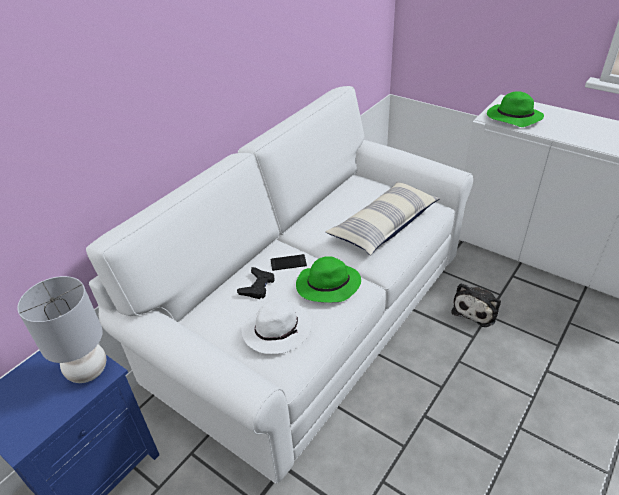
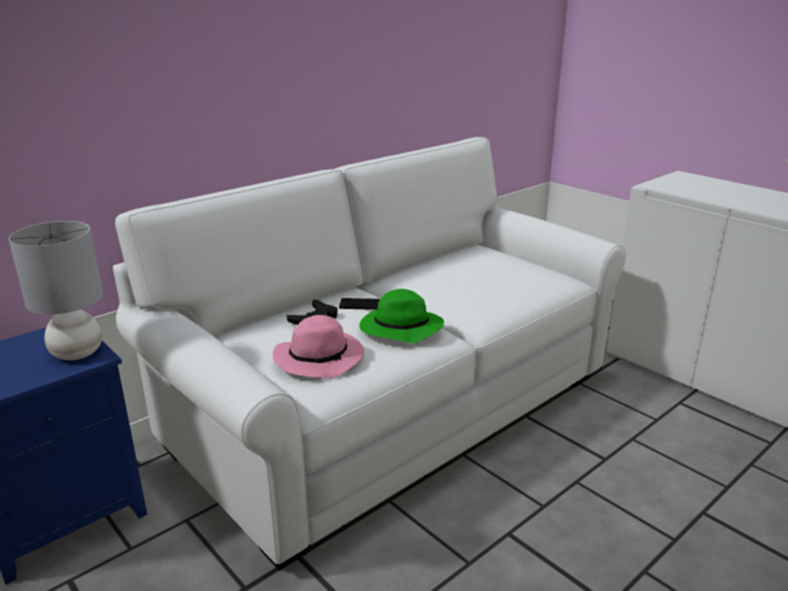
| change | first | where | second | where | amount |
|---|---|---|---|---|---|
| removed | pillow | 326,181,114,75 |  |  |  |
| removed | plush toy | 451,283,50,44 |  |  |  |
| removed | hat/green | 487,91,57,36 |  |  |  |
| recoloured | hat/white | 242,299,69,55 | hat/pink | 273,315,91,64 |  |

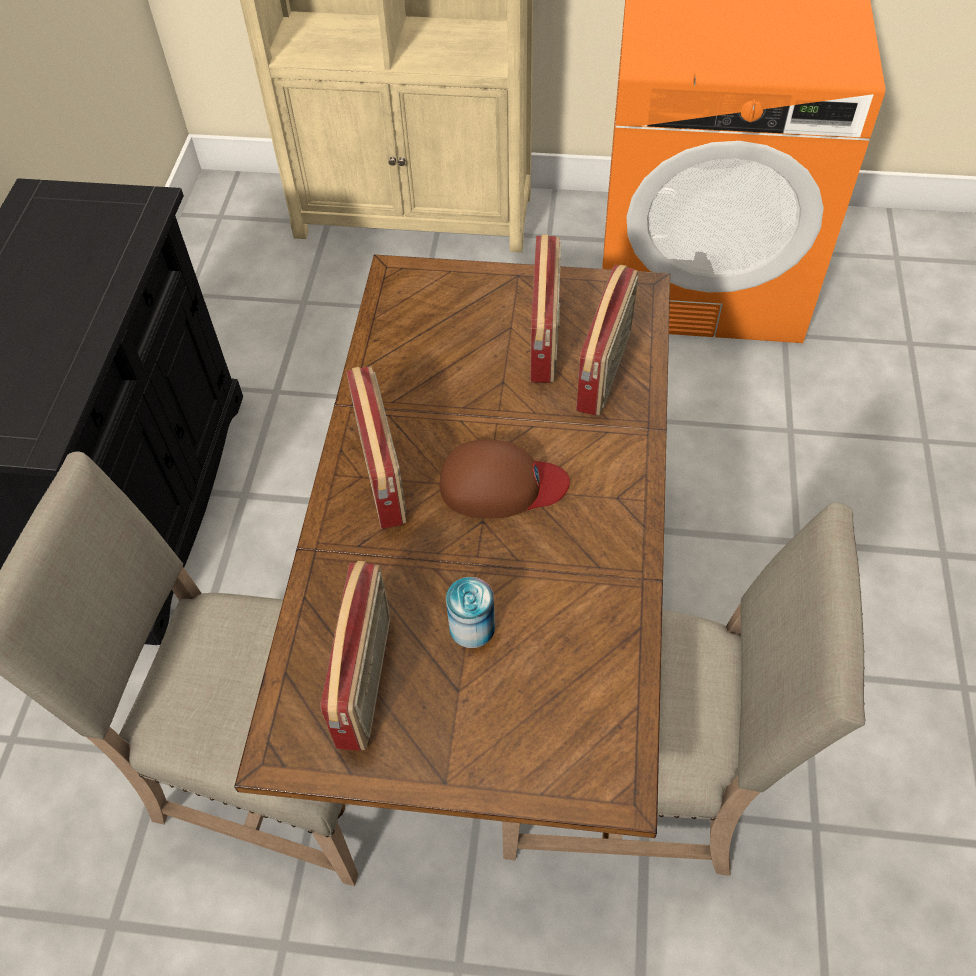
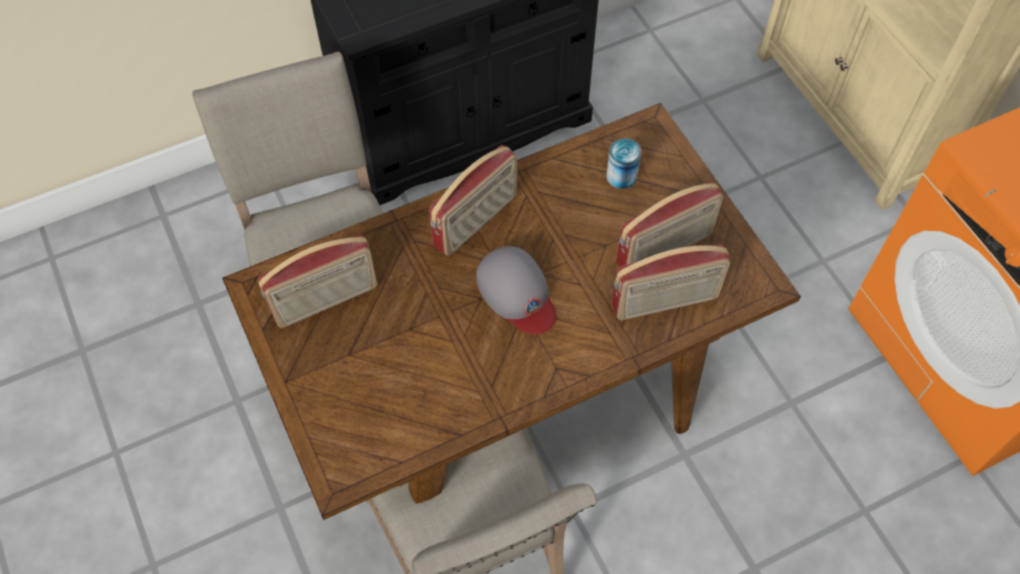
| change | first | where | second | where | amount |
|---|---|---|---|---|---|
| moved | can | 446,577,49,71 |  | 606,139,35,50 |  |
| recoloured | cap/brown | 440,440,130,78 | cap/grey | 476,246,80,88 |  |

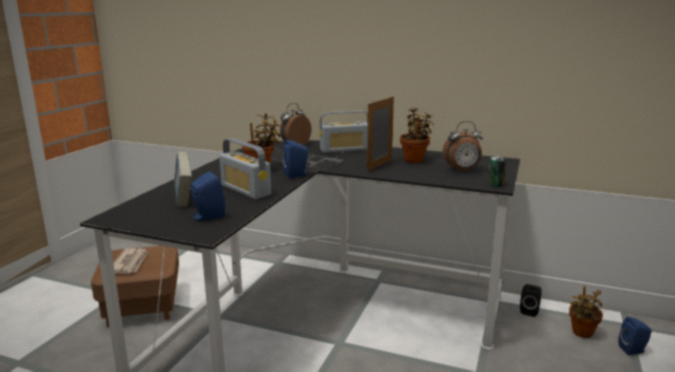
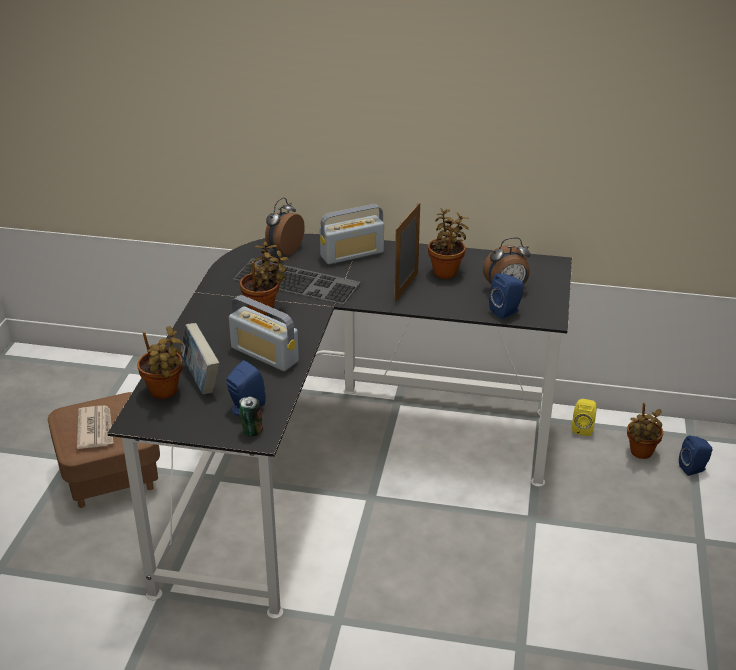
| change | first | where | second | where | amount |
|---|---|---|---|---|---|
| added |  |  | potted plant | 137,326,46,73 |  |
| moved | speaker/blue | 282,140,26,38 |  | 489,273,35,46 |  |
| moved | can | 489,156,17,31 |  | 239,396,24,40 |  |
| recoloured | speaker/black | 520,284,22,33 | speaker/yellow | 572,399,25,37 |  |

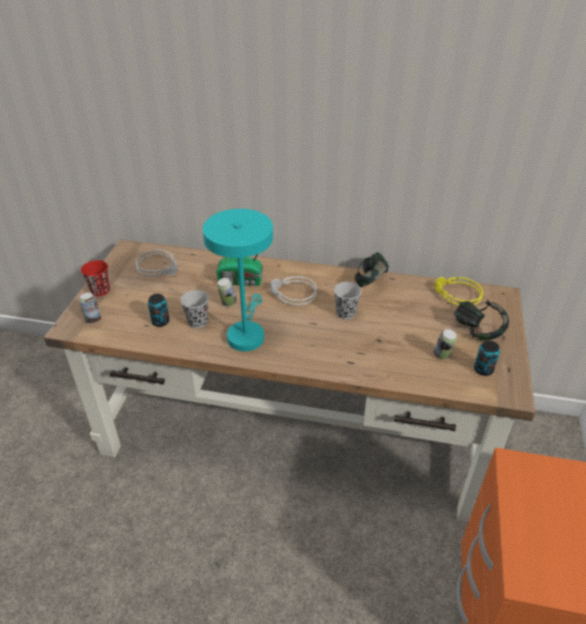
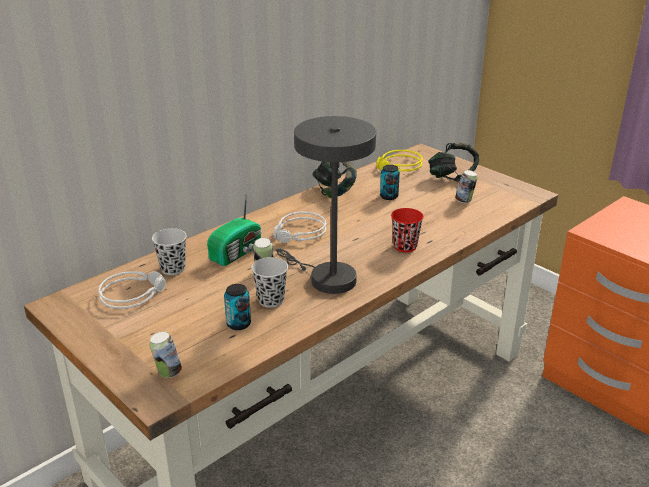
| change | first | where | second | where | amount |
|---|---|---|---|---|---|
| moved | cup/red | 81,260,29,36 |  | 391,208,33,44 |  |
| moved | cup/black | 334,282,27,38 |  | 152,228,35,47 |  |
| moved | can | 474,340,26,36 |  | 380,165,20,35 |  |
| recoloured | table lamp/turquoise | 203,209,70,142 | table lamp/grey | 276,116,100,178 |  |

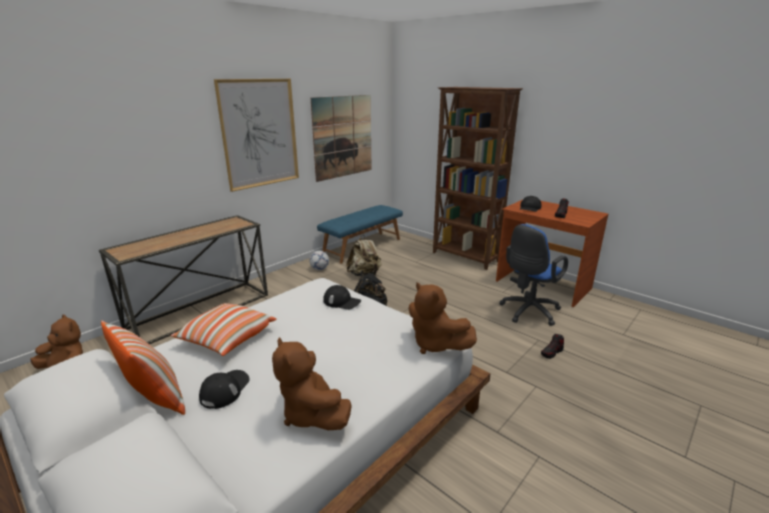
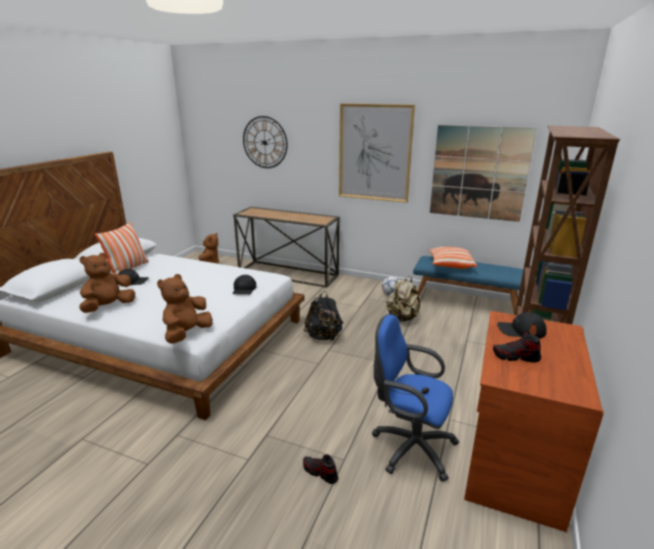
| change | first | where | second | where | amount |
|---|---|---|---|---|---|
| added |  |  | wall clock | 243,116,45,52 |  |
| moved | pillow | 170,303,106,53 |  | 429,247,48,22 |  |

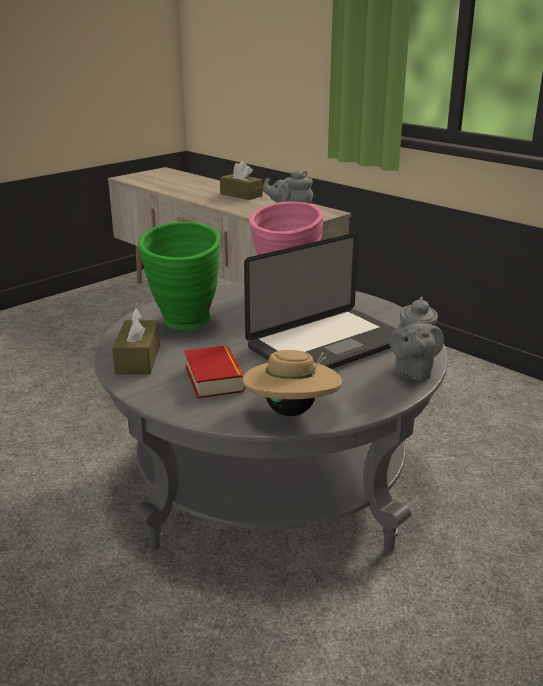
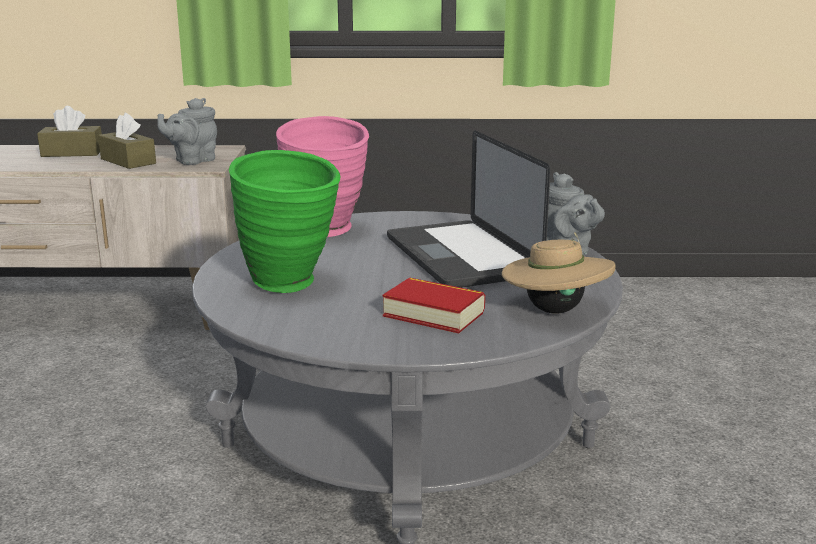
| change | first | where | second | where | amount |
|---|---|---|---|---|---|
| moved | tissue box/brown | 112,307,48,67 |  | 98,113,58,56 |  |
| turned | laptop | 244,233,153,136 |  | 387,130,164,158 | 150 degrees clockwise |

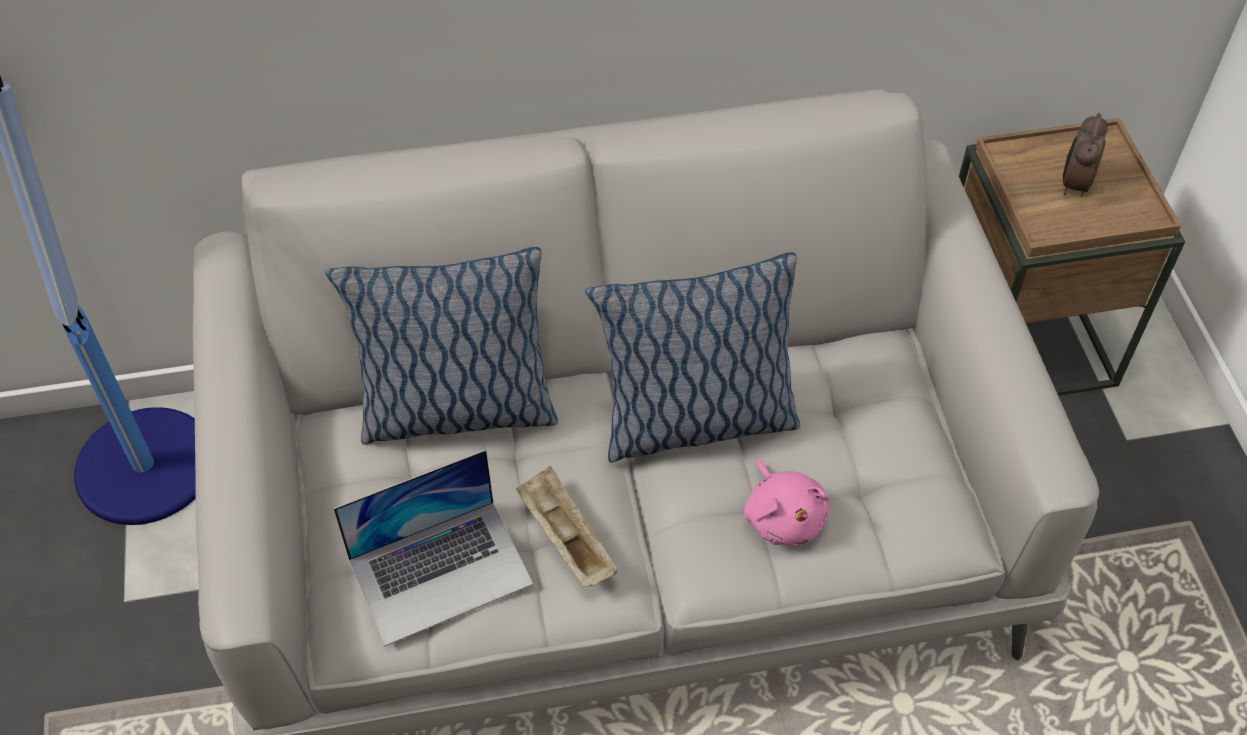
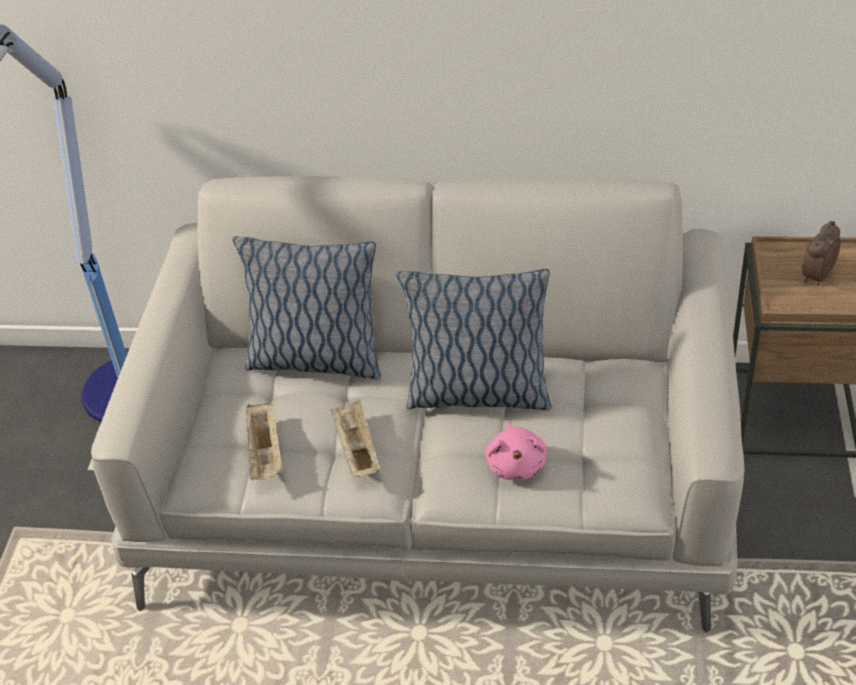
| change | first | where | second | where | amount |
|---|---|---|---|---|---|
| replaced | laptop | 334,450,199,196 | tray/beige | 246,402,36,78 |  |

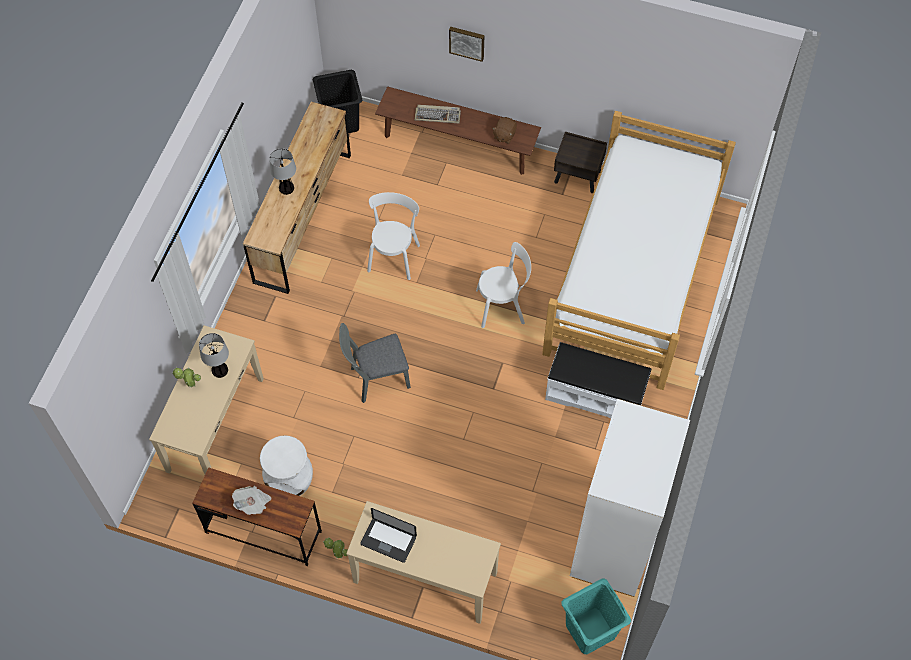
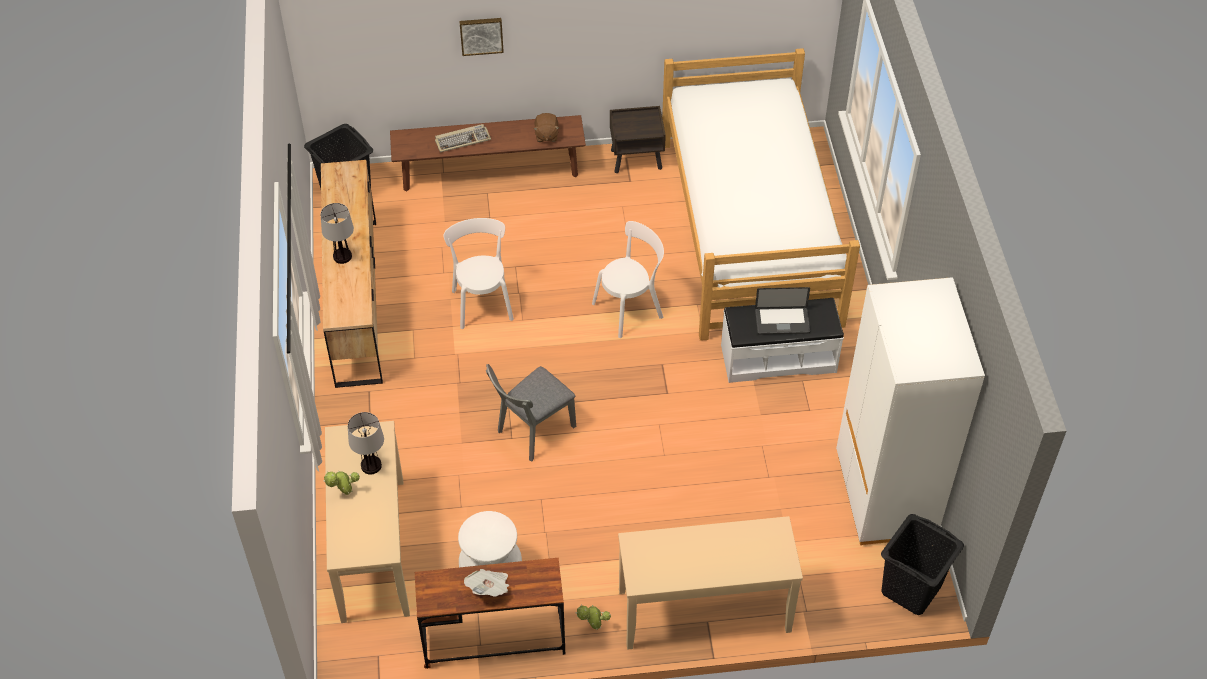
| change | first | where | second | where | amount |
|---|---|---|---|---|---|
| moved | laptop | 360,508,57,55 |  | 755,287,55,48 |  |
| recoloured | laundry basket/turquoise | 561,579,70,75 | laundry basket/black | 881,514,83,101 |  |

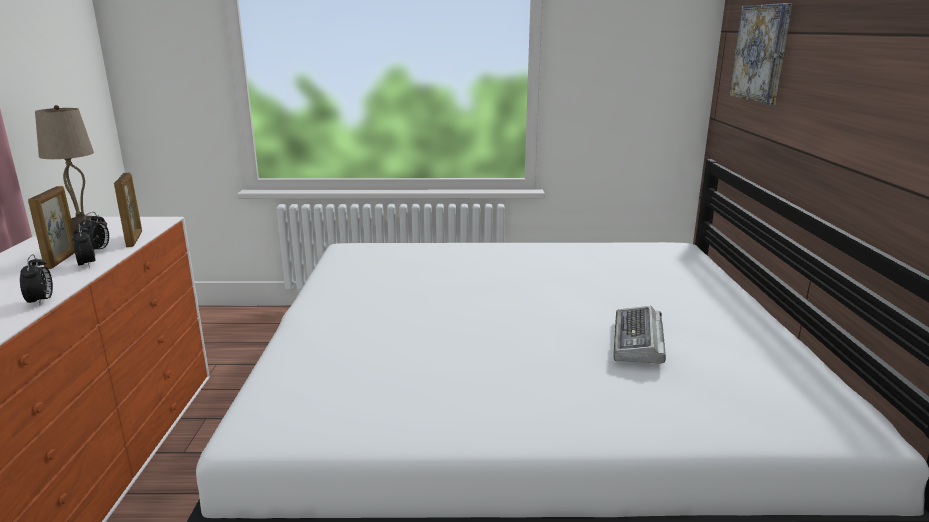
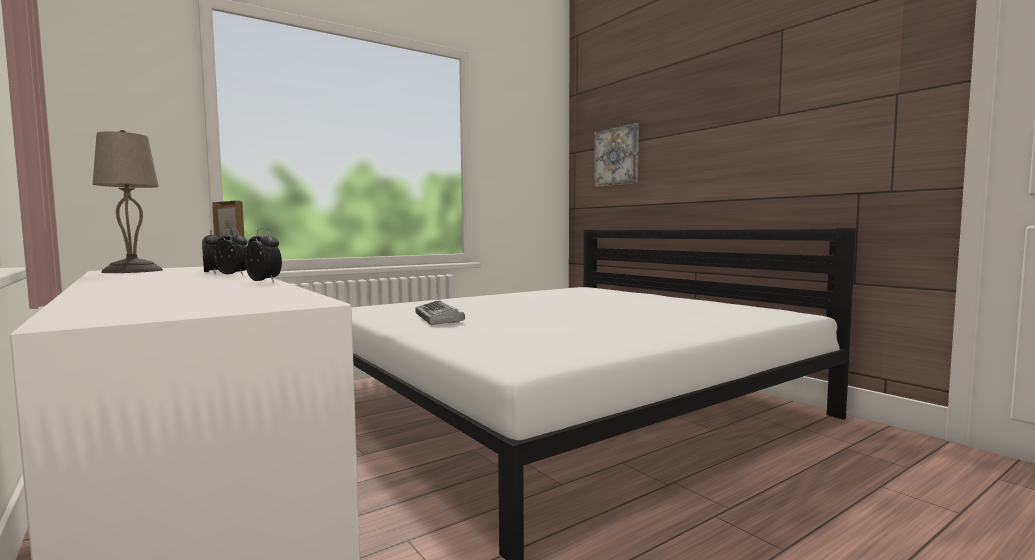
| change | first | where | second | where | amount |
|---|---|---|---|---|---|
| removed | picture frame | 28,186,47,83 |  |  |  |
| moved | keyboard | 613,306,53,57 |  | 415,300,50,25 |  |

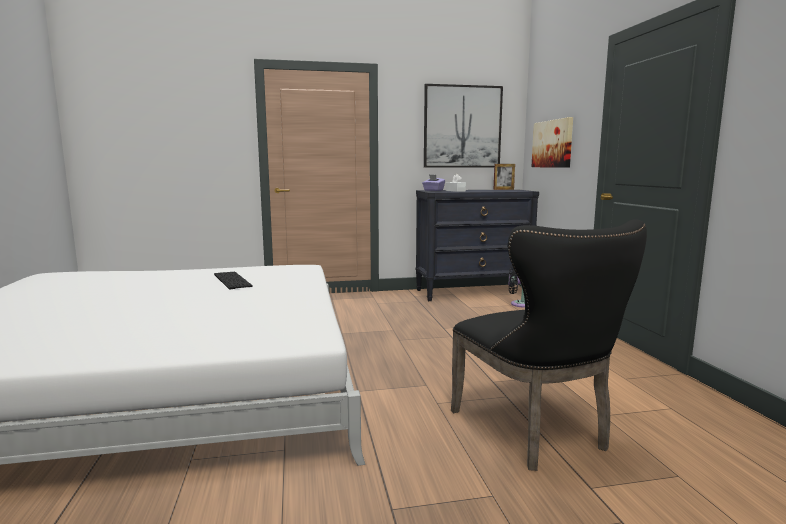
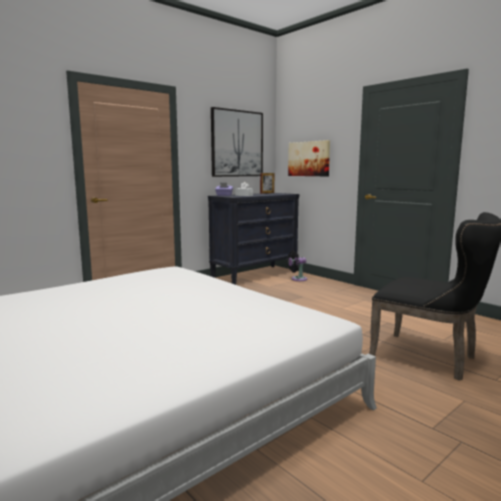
| change | first | where | second | where | amount |
|---|---|---|---|---|---|
| removed | keyboard | 214,272,39,17 |  |  |  |

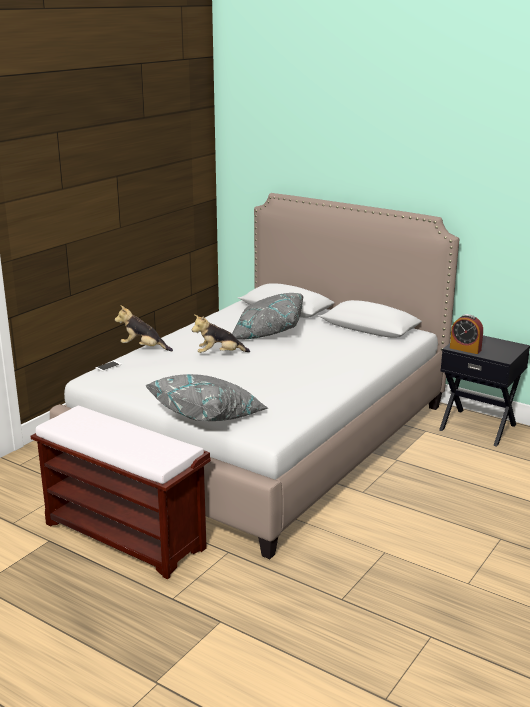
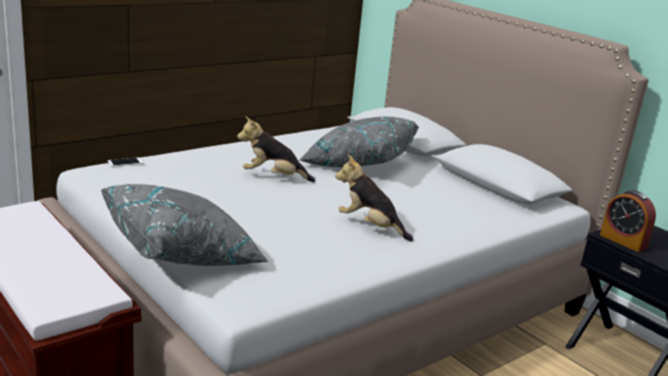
| change | first | where | second | where | amount |
|---|---|---|---|---|---|
| moved | plush toy | 115,305,58,46 |  | 335,155,78,87 |  |

